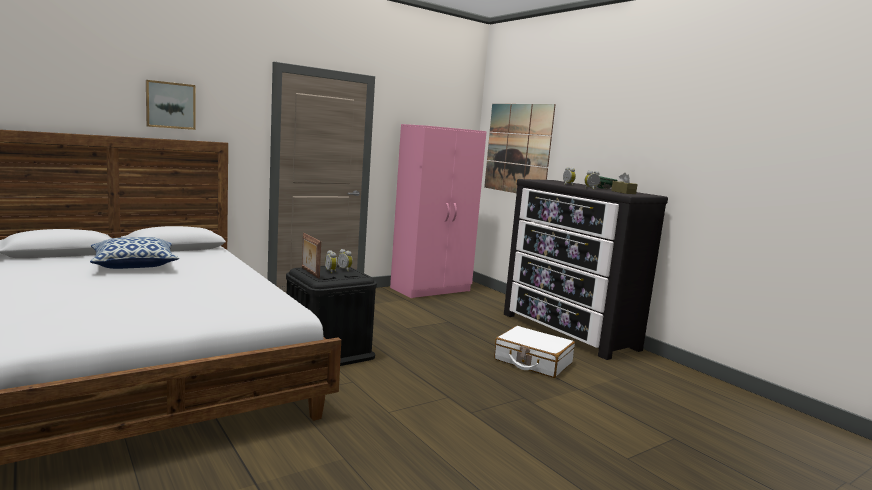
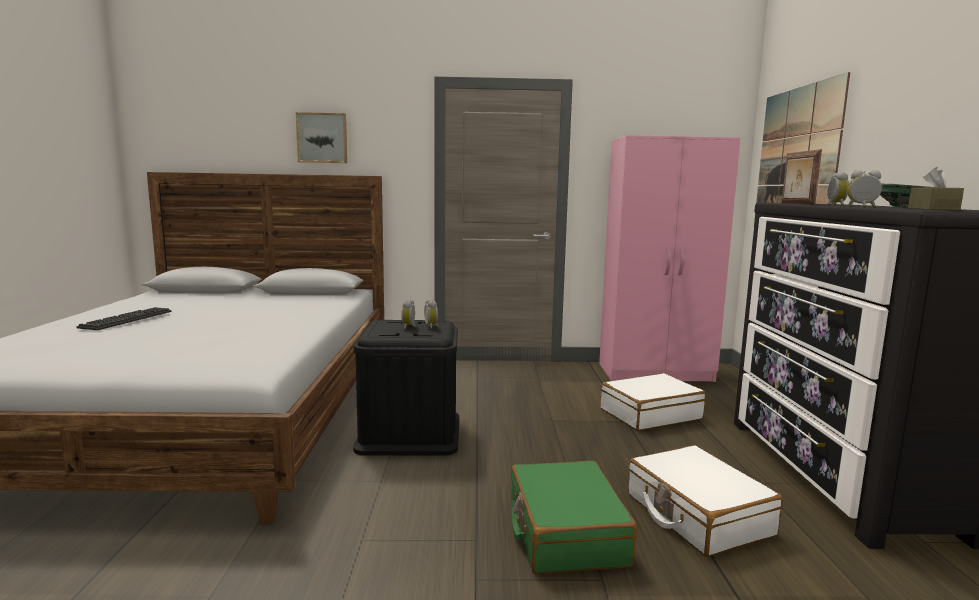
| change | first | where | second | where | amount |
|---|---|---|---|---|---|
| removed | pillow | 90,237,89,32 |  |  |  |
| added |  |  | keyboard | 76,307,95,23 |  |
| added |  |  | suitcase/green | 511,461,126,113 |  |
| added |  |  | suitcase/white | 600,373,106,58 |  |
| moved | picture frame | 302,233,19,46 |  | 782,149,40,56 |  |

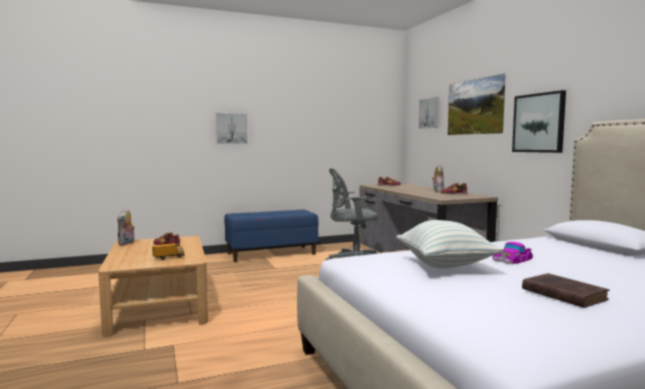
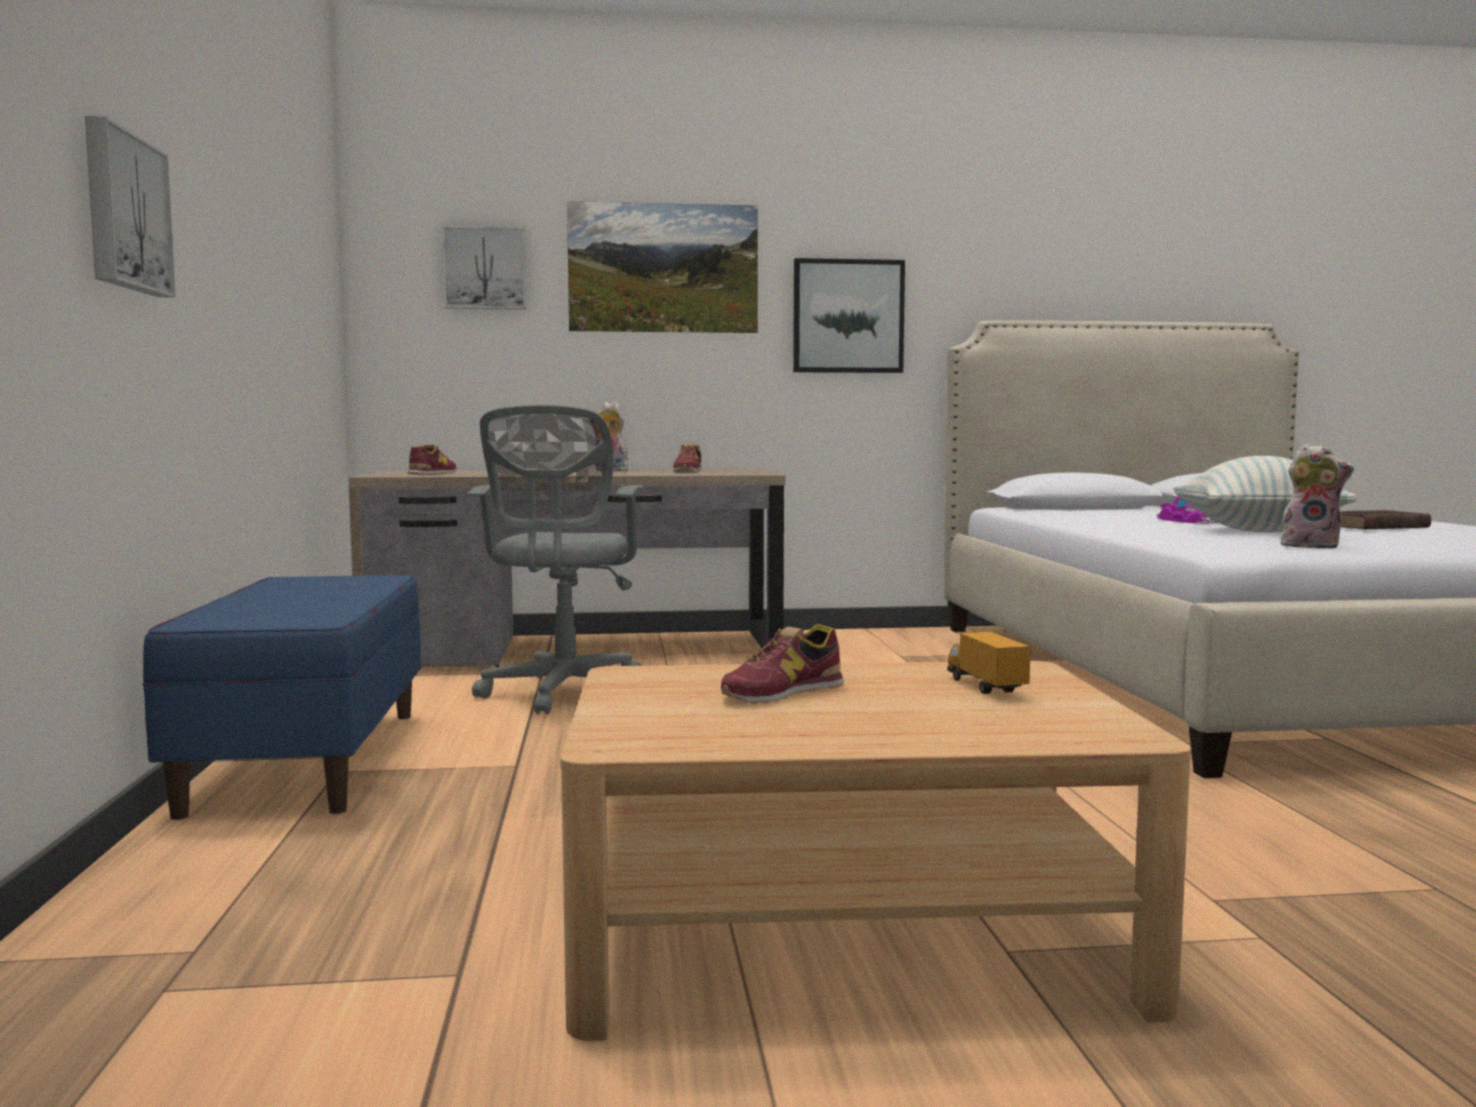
| change | first | where | second | where | amount |
|---|---|---|---|---|---|
| moved | plush toy | 118,208,17,37 |  | 1281,444,73,105 |  |

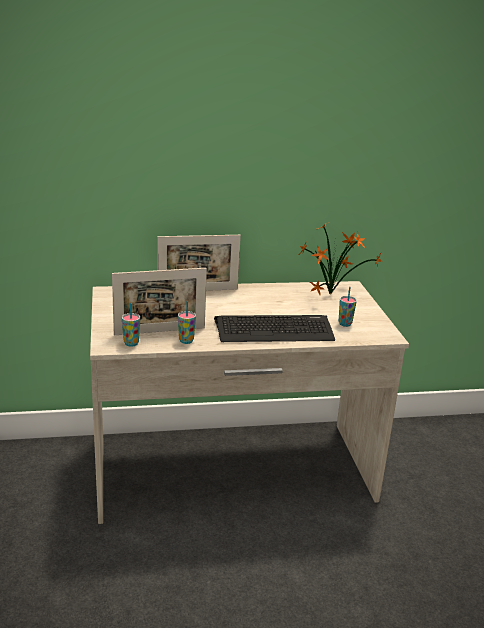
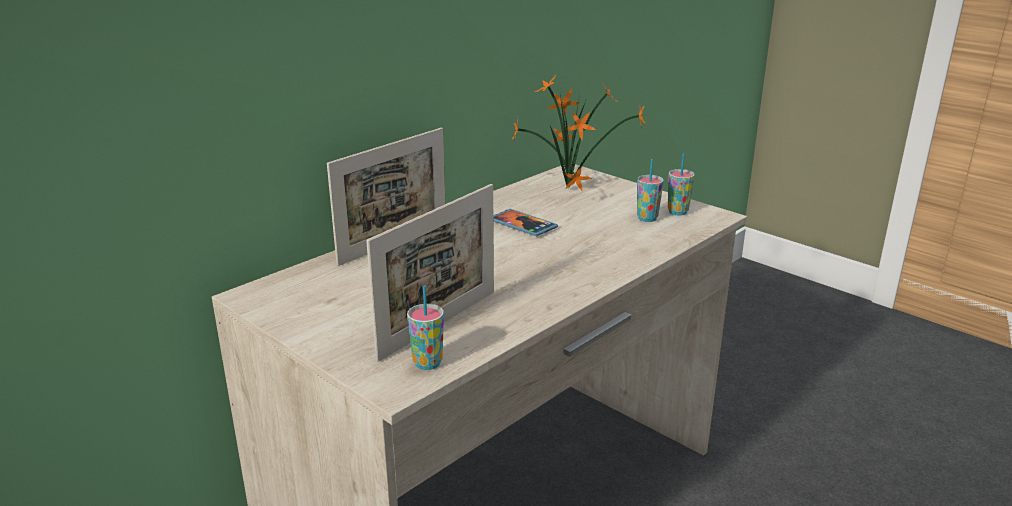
| change | first | where | second | where | amount |
|---|---|---|---|---|---|
| removed | keyboard | 214,315,121,27 |  |  |  |
| added |  |  | phone | 493,209,65,27 |  |
| moved | cup | 178,301,18,43 |  | 668,153,27,63 |  |

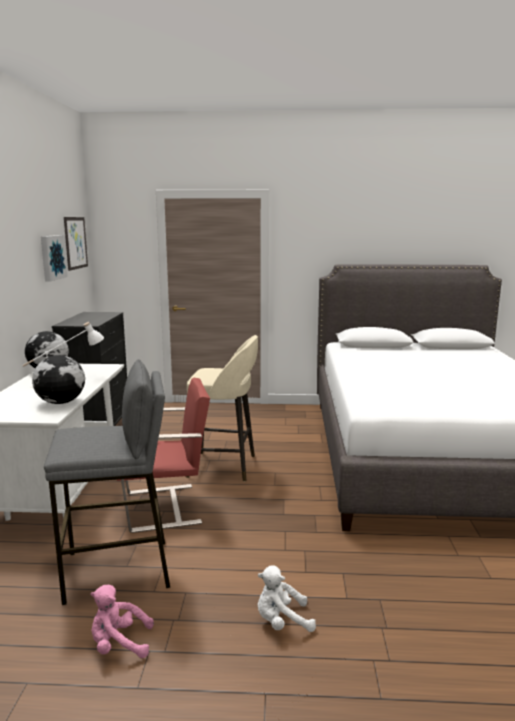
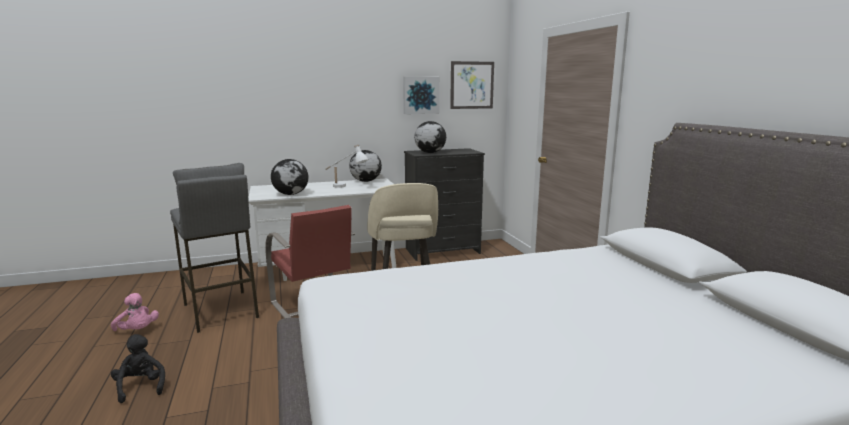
| change | first | where | second | where | amount |
|---|---|---|---|---|---|
| added |  |  | globe | 414,121,32,32 |  |
| recoloured | plush toy/white | 258,565,58,67 | plush toy/black | 111,334,54,69 |  |
| turned | plush toy/pink | 90,585,64,73 |  | 111,293,48,38 | 150 degrees clockwise |

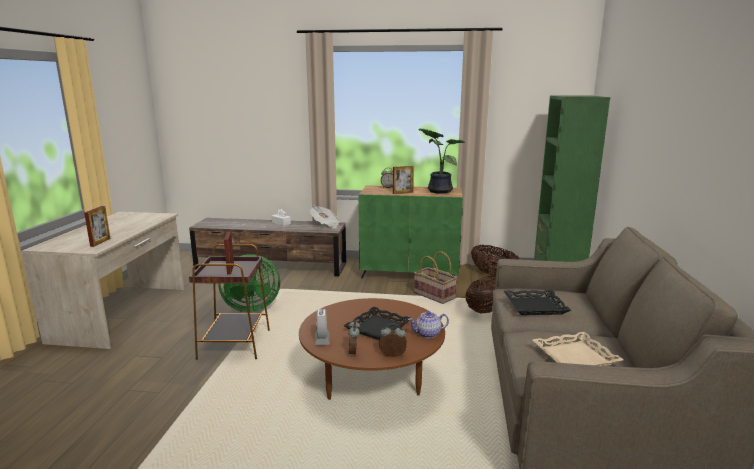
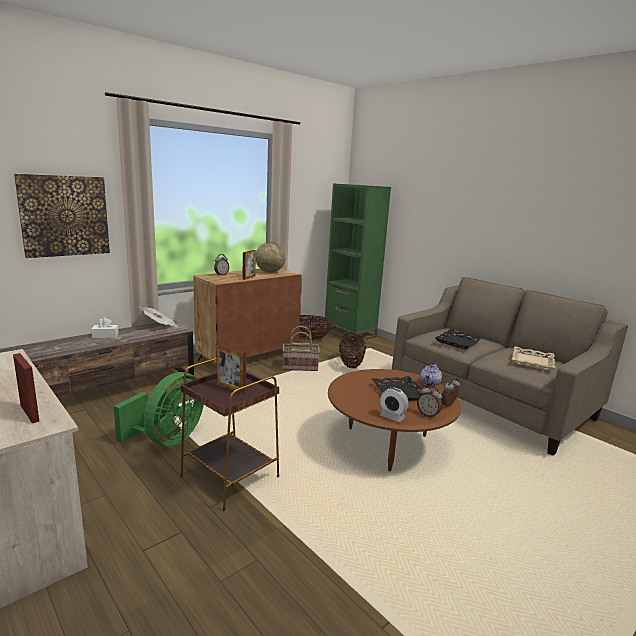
| change | first | where | second | where | amount |
|---|---|---|---|---|---|
| added |  |  | picture | 14,174,96,84 |  |
| replaced | potted plant | 418,129,48,65 | globe | 256,242,29,31 |  |
| recoloured | cabinet/green | 358,185,105,98 | cabinet/brown | 193,269,109,95 |  |

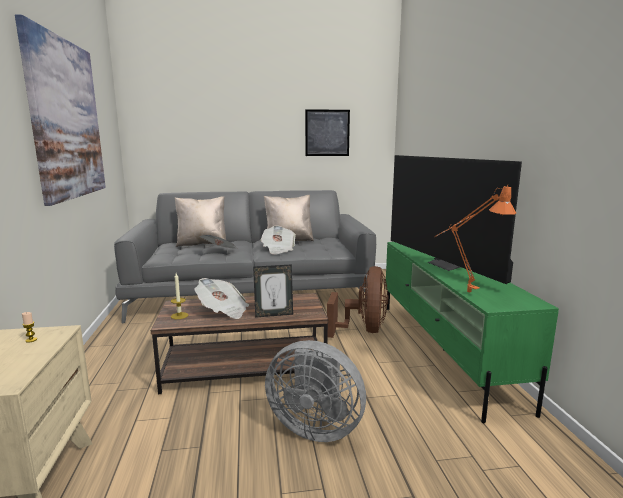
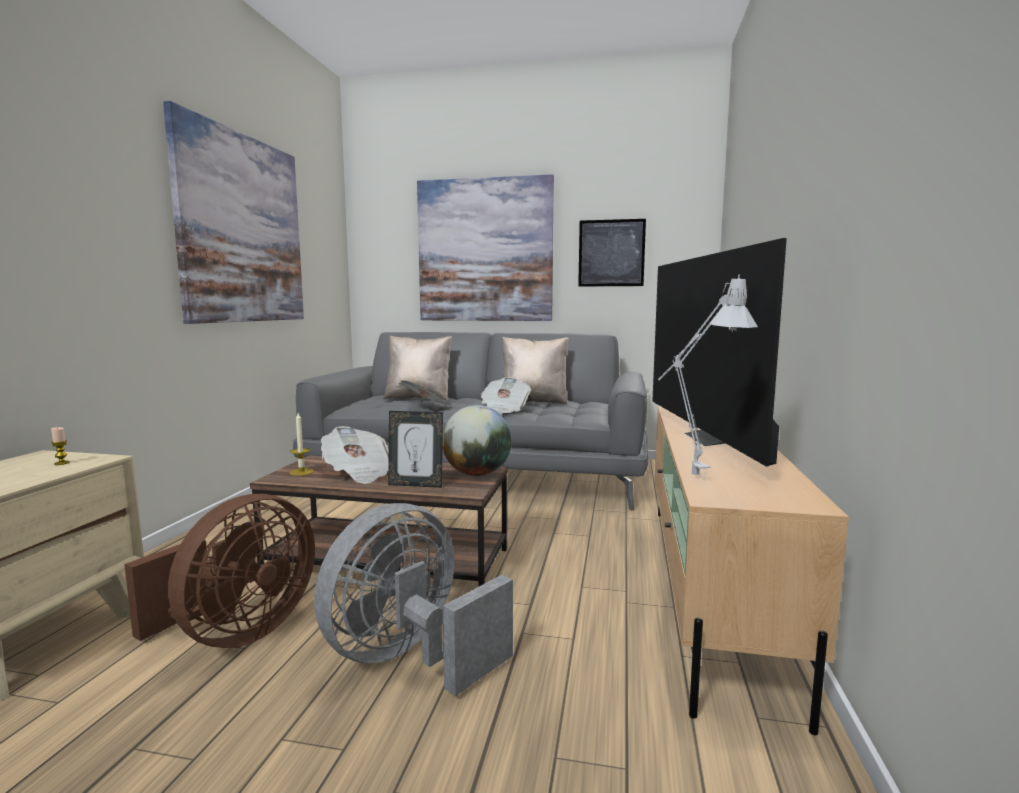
| change | first | where | second | where | amount |
|---|---|---|---|---|---|
| added |  |  | picture | 417,174,137,147 |  |
| added |  |  | globe | 443,405,69,71 |  |
| moved | fan/brown | 327,266,61,72 |  | 124,494,191,154 |  |
| recoloured | tv stand/green | 385,242,174,181 | tv stand/beige | 655,407,194,328 |  |
| recoloured | table lamp/orange | 435,185,81,107 | table lamp/grey | 658,274,100,203 |  |
| turned | fan/grey | 265,340,101,102 |  | 314,503,199,193 | 90 degrees clockwise |

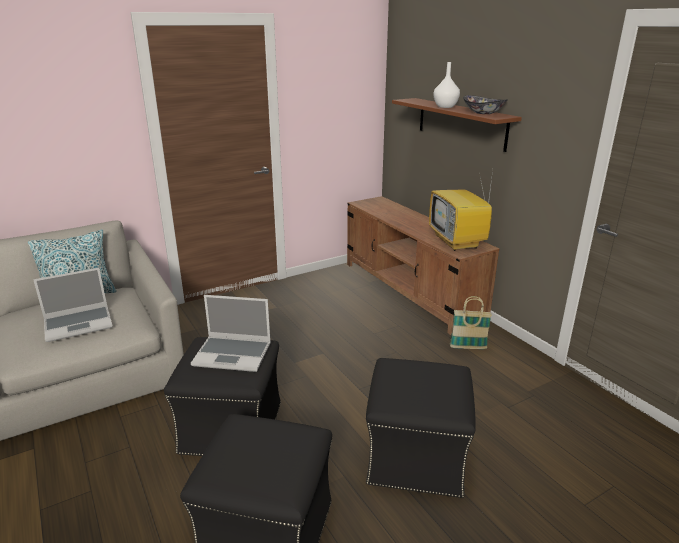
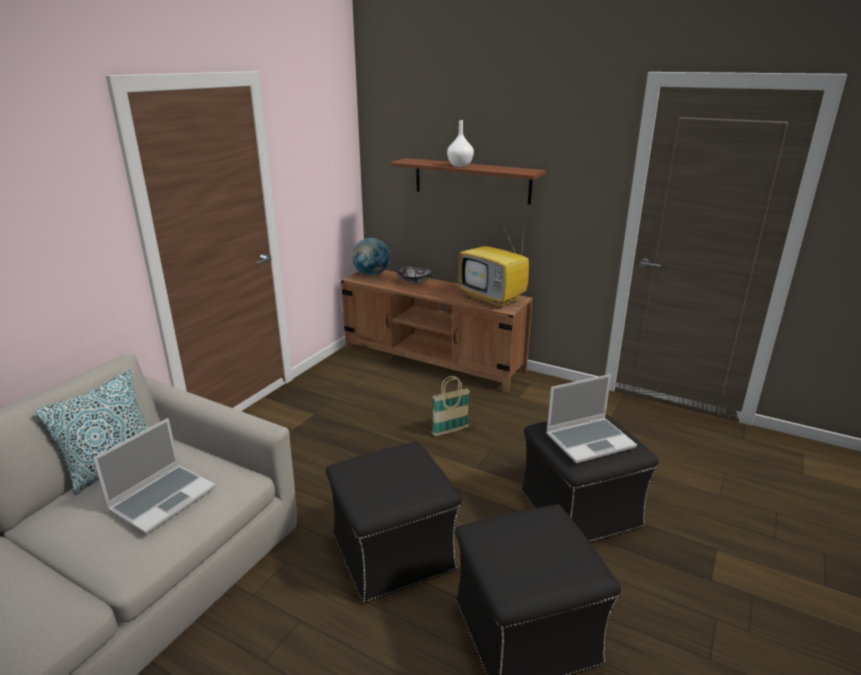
| change | first | where | second | where | amount |
|---|---|---|---|---|---|
| added |  |  | globe | 352,238,38,38 |  |
| moved | laptop | 191,295,80,77 |  | 546,374,91,89 |  |
| moved | basket | 450,296,42,53 |  | 432,376,38,60 |  |
| moved | bowl | 463,95,45,19 |  | 396,266,38,18 |  |

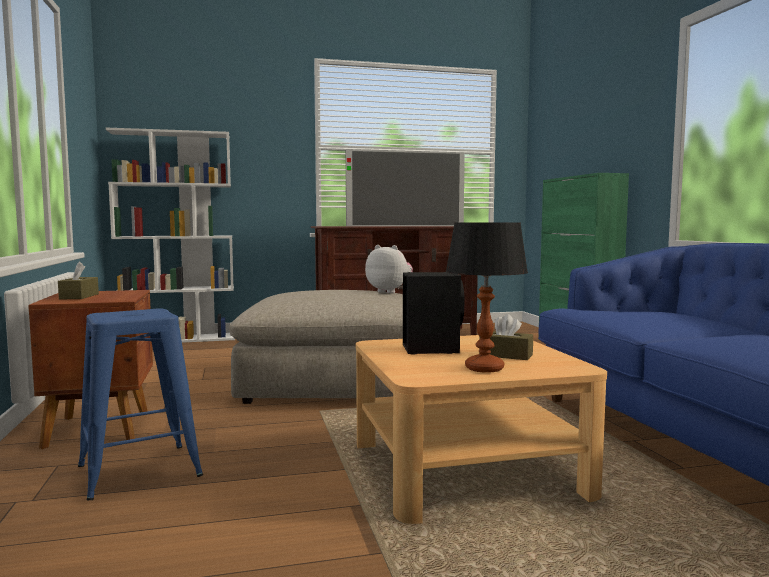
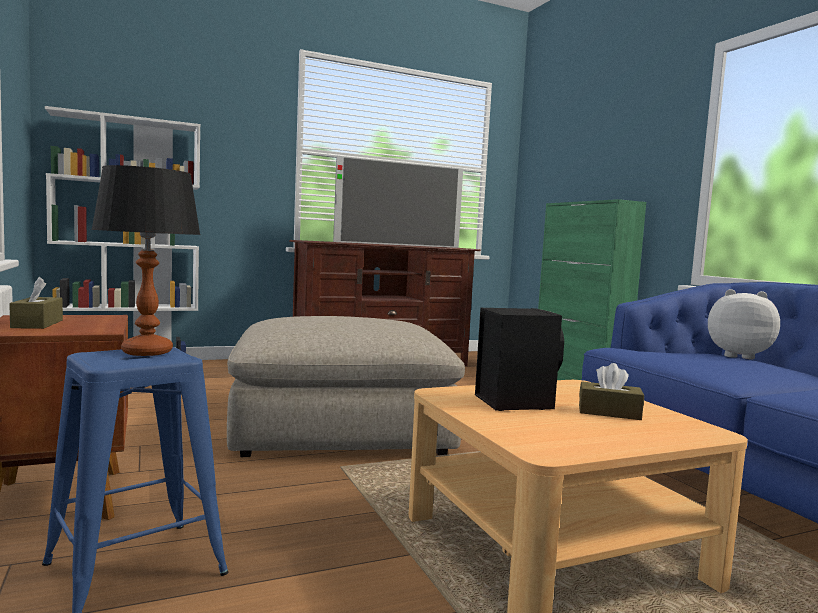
| change | first | where | second | where | amount |
|---|---|---|---|---|---|
| moved | plush toy | 365,245,48,48 |  | 708,289,72,70 |  |
| moved | table lamp | 446,222,82,151 |  | 91,165,110,191 |  |

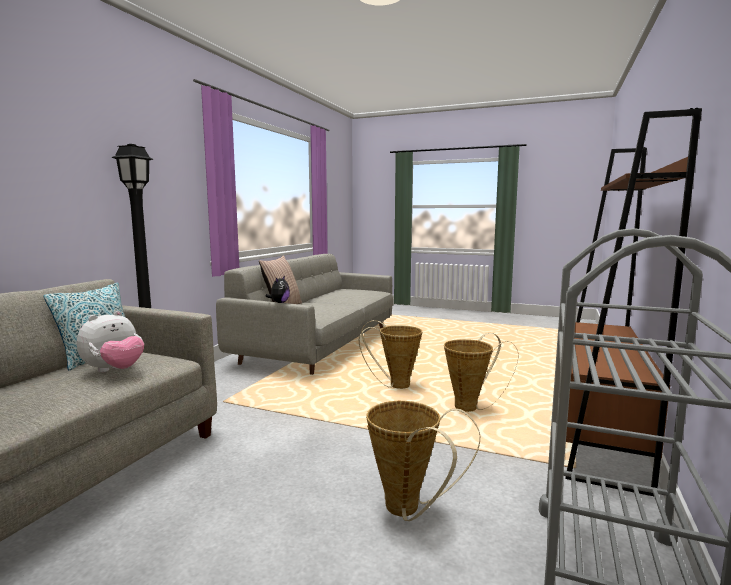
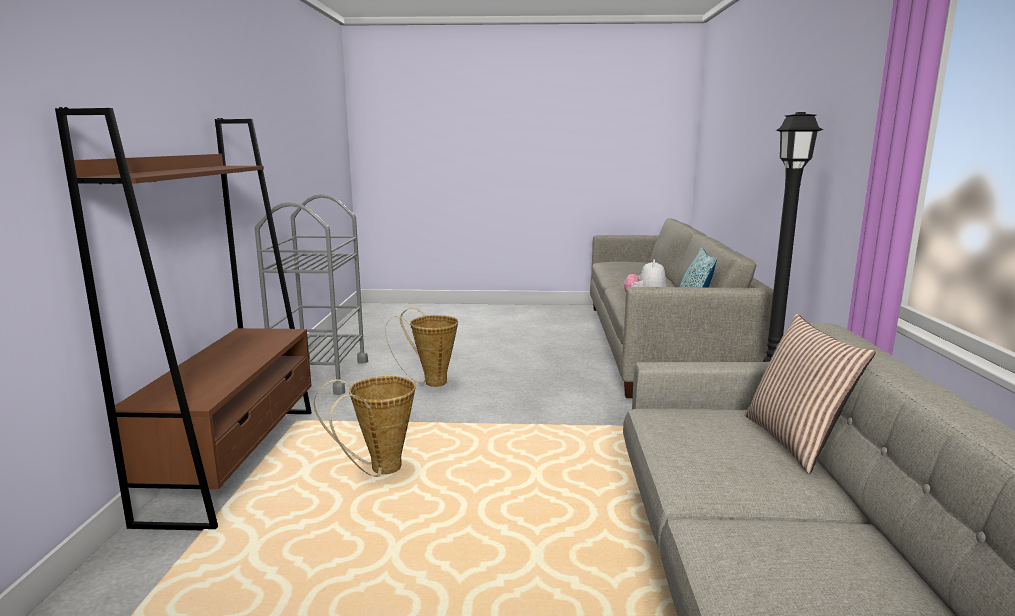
| change | first | where | second | where | amount |
|---|---|---|---|---|---|
| removed | plush toy | 266,276,24,27 |  |  |  |
| removed | basket | 359,320,63,69 |  |  |  |

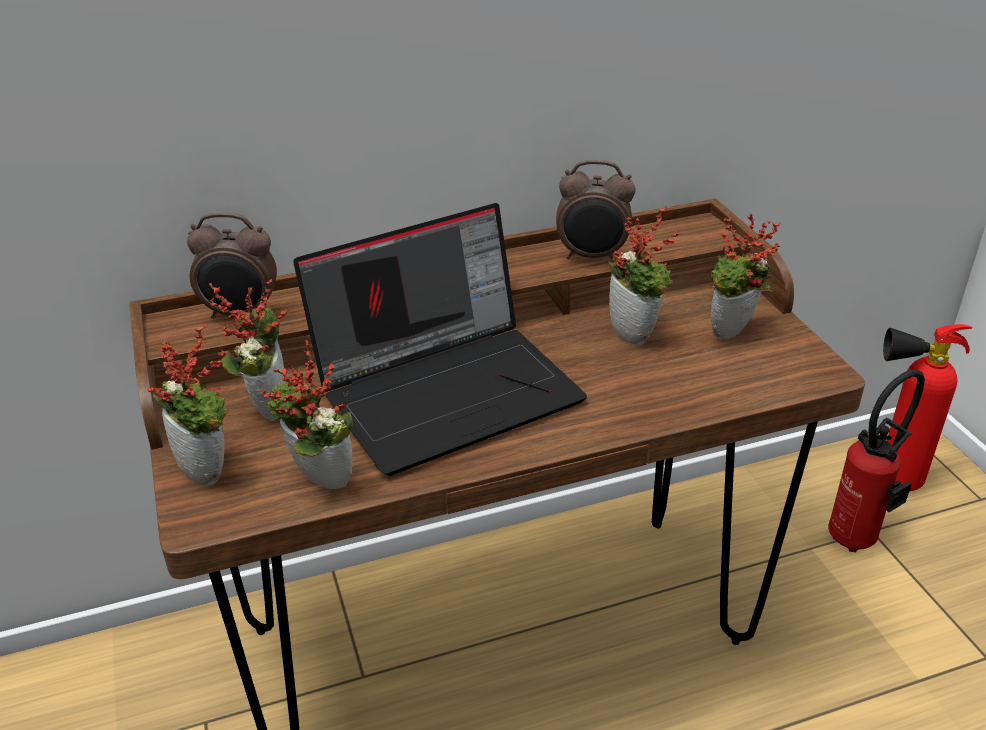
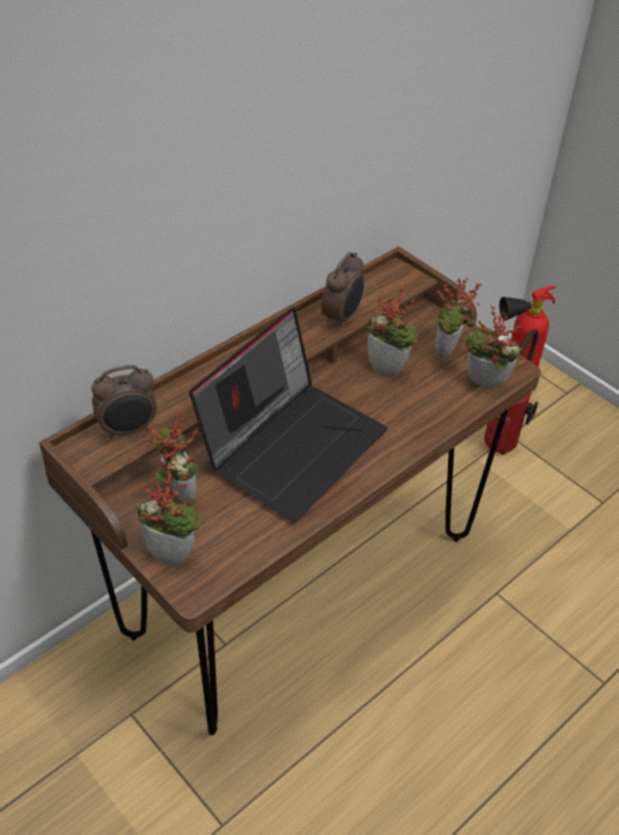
| change | first | where | second | where | amount |
|---|---|---|---|---|---|
| moved | potted plant | 261,340,91,149 |  | 463,306,59,81 |  |
| turned | alarm clock | 556,160,80,102 |  | 321,252,43,77 | 45 degrees counterclockwise |

